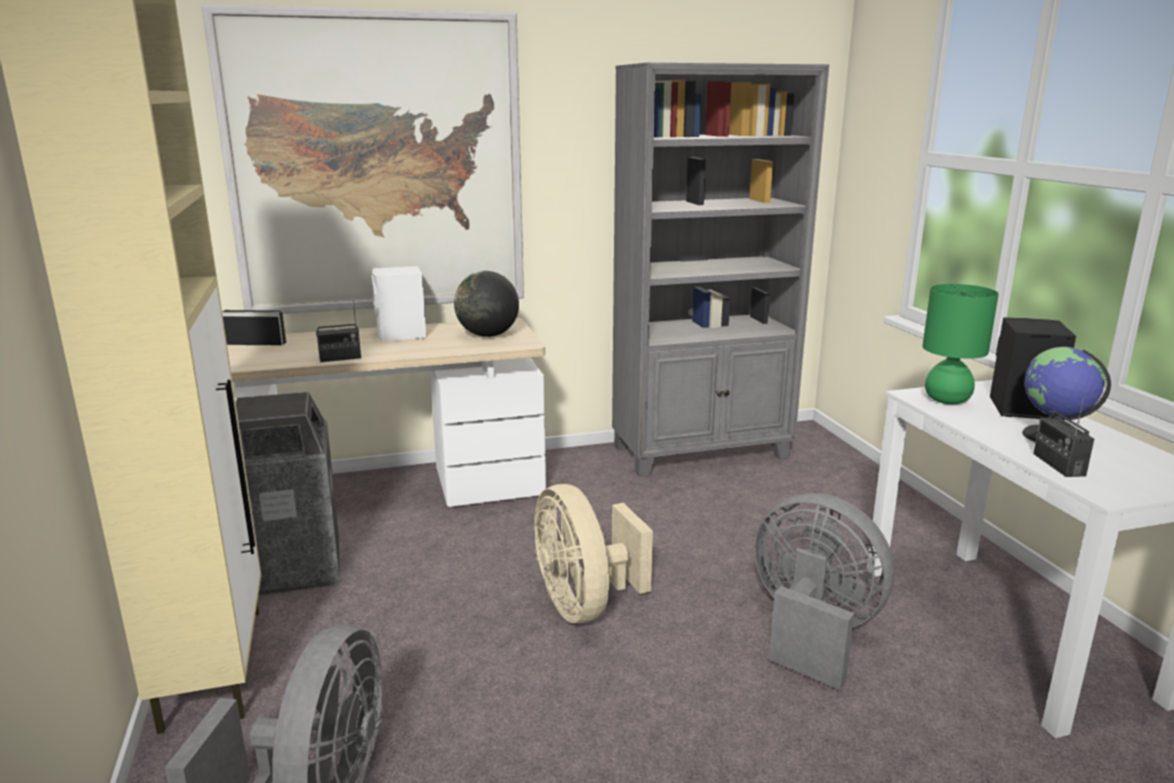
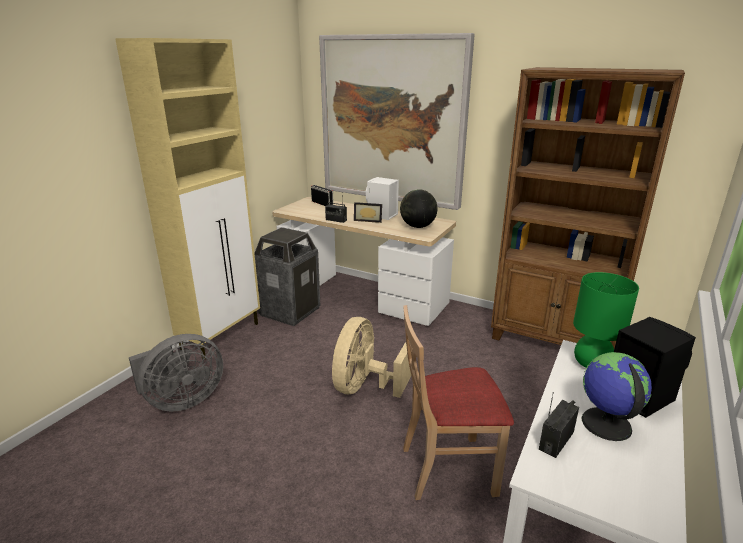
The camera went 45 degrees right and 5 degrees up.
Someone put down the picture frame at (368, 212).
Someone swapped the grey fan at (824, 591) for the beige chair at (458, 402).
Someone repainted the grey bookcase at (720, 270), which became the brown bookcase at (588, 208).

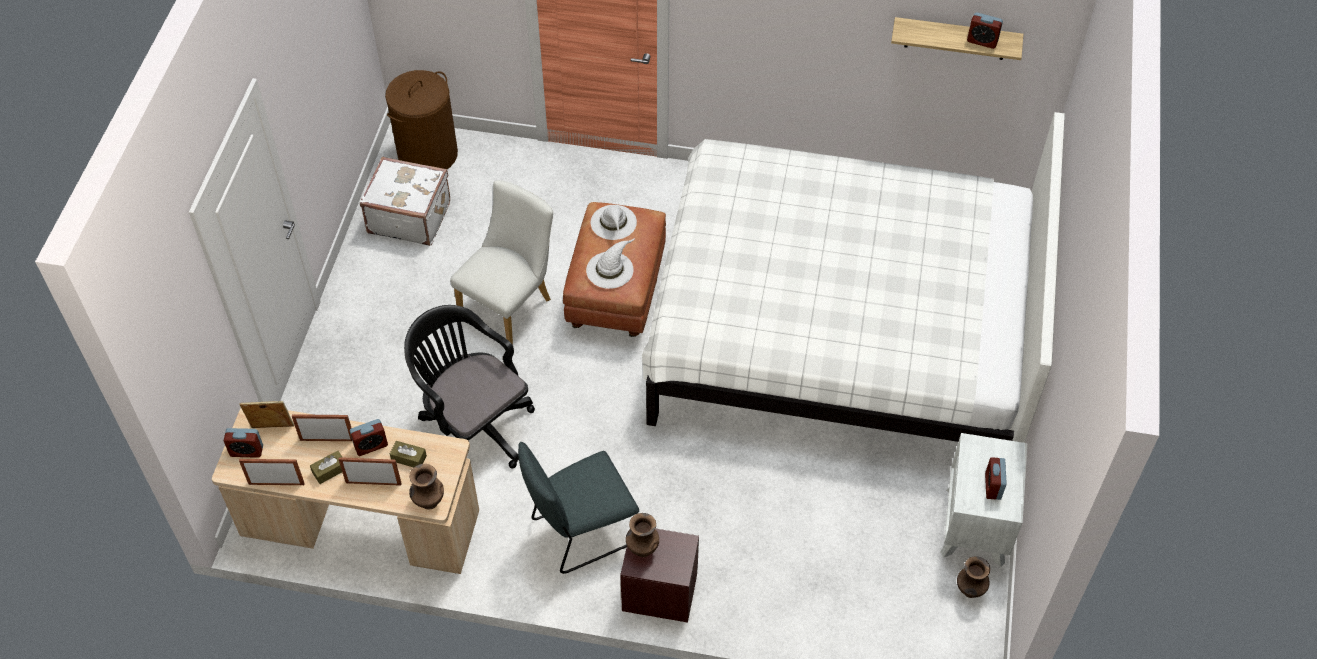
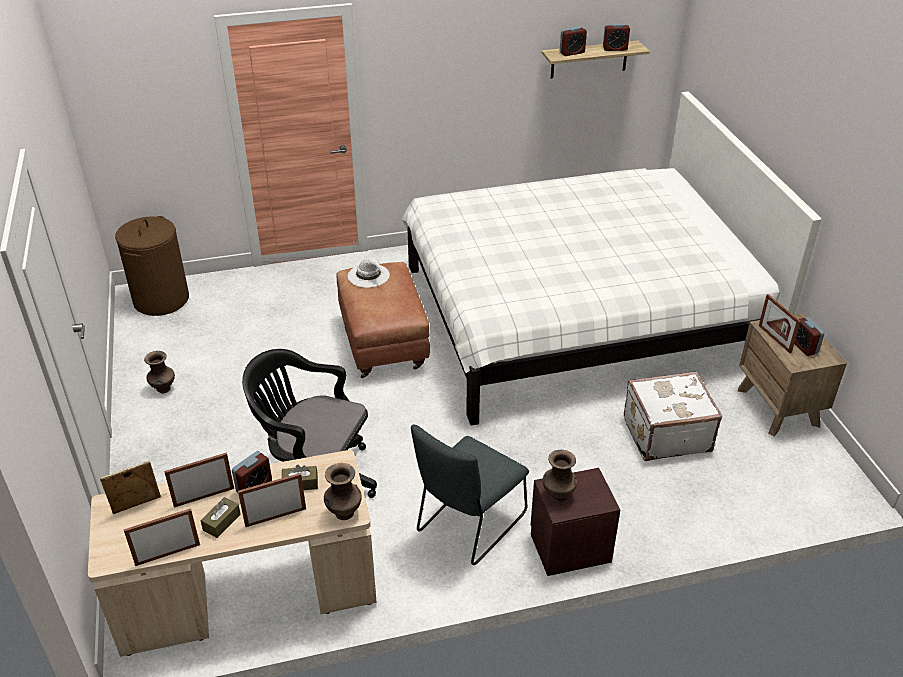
The camera went 25 degrees left and 15 degrees down.
Someone carried the brown vase from (973, 577) to (159, 372).
Someone carried the alarm clock from (243, 443) to (573, 41).
Someone carried the white suitcase from (405, 201) to (673, 416).
Someone repainted the white nightstand at (983, 500), which became the brown nightstand at (792, 374).
Someone put down the picture frame at (780, 323).
Someone took away the white chair at (501, 262).
Someone took away the white hat at (610, 263).

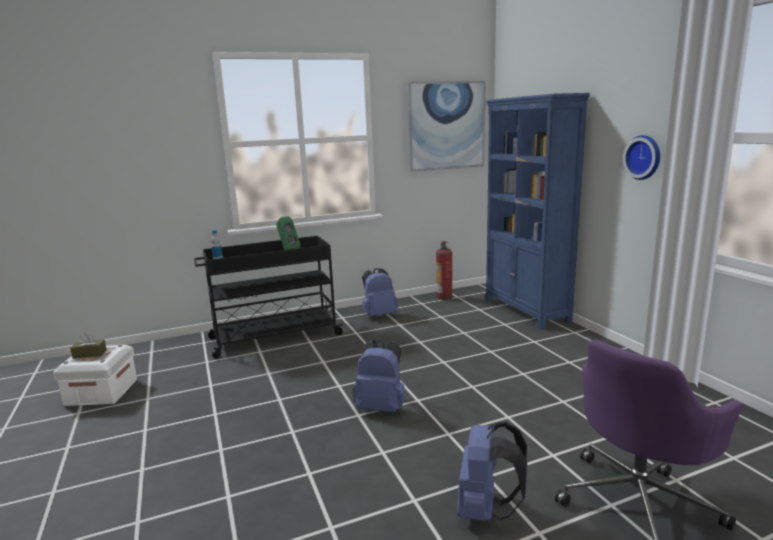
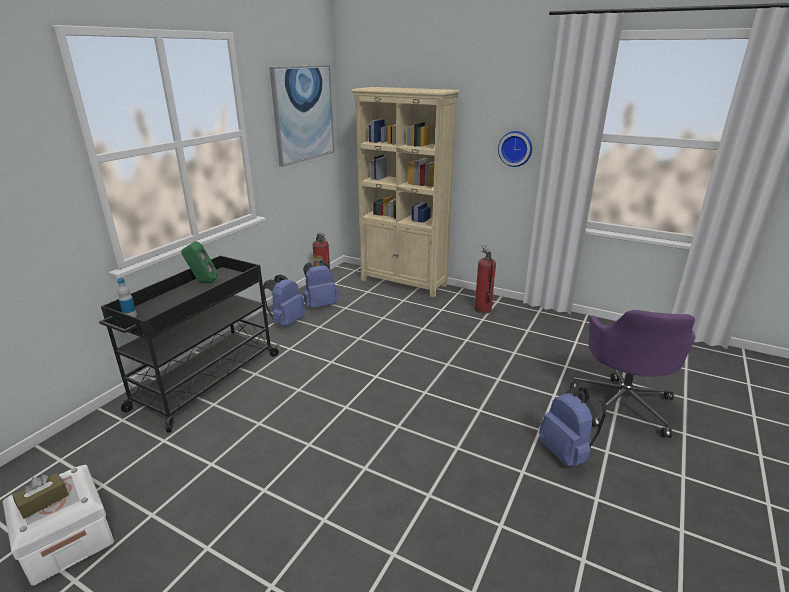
The camera went 40 degrees left and 10 degrees up.
Someone carried the blue backpack from (379, 376) to (321, 284).
Someone repainted the blue bookcase at (538, 211), which became the beige bookcase at (405, 192).
Someone put down the fire extinguisher at (485, 279).

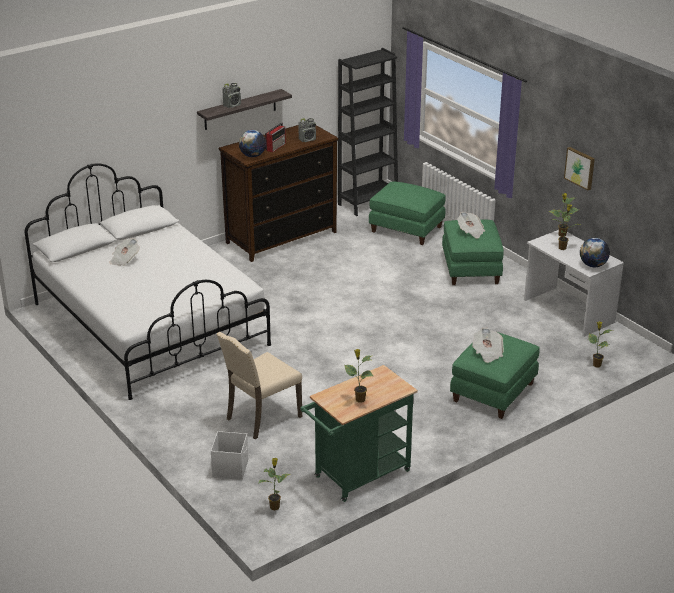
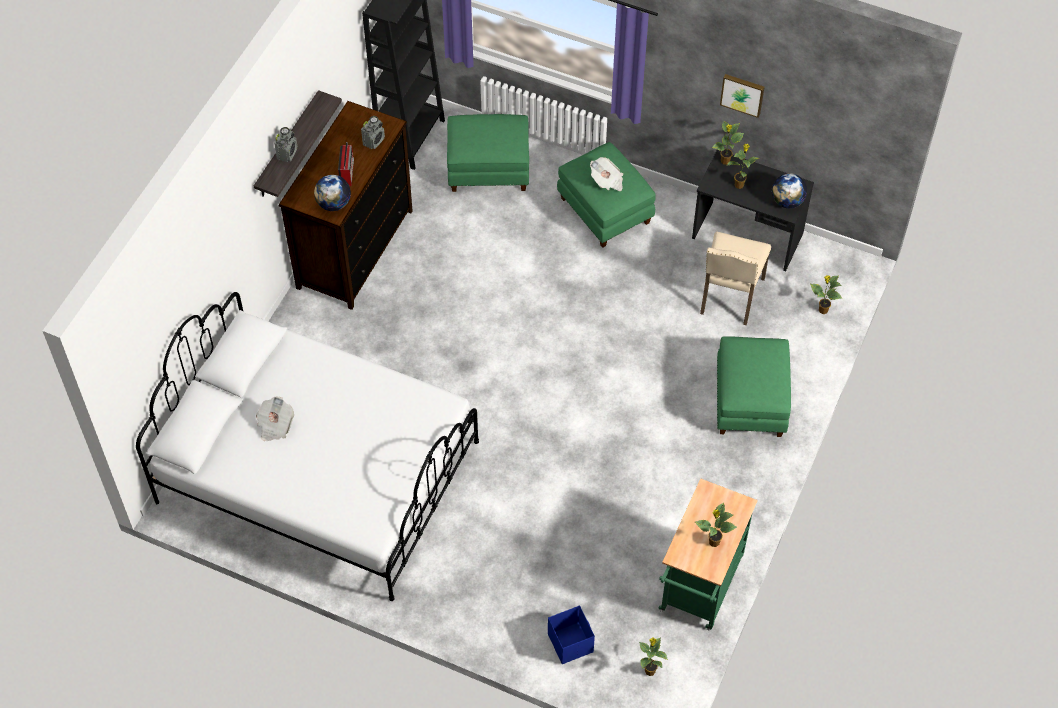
The camera went 30 degrees left and 25 degrees up.
Someone repainted the white storage box at (229, 455), which became the blue storage box at (571, 634).
Someone repainted the white desk at (574, 283), which became the black desk at (753, 210).
Someone carried the beige chair from (259, 385) to (735, 278).
Someone took away the newspaper at (488, 345).

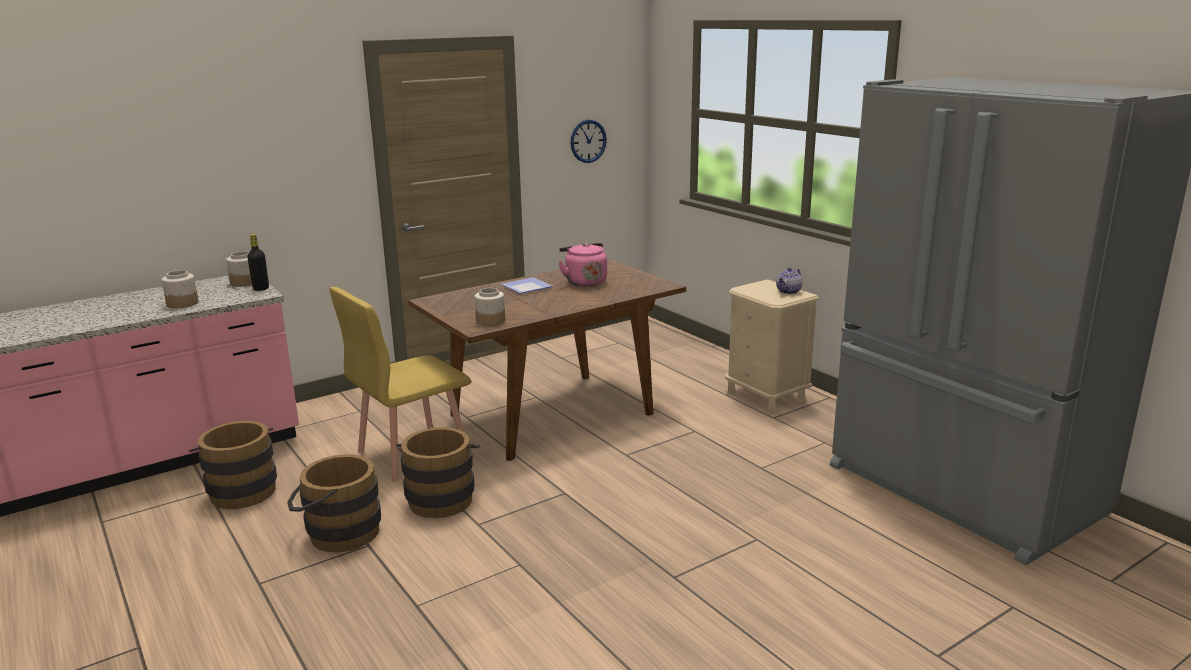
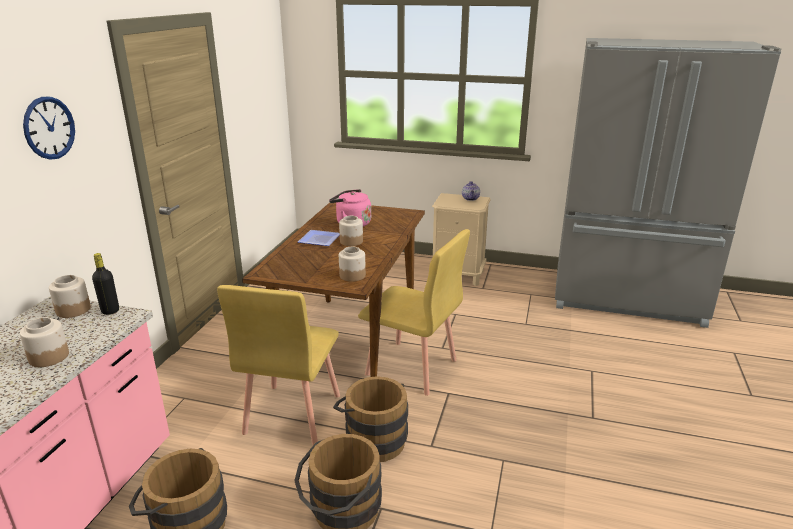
The camera went 40 degrees left and 5 degrees up.
Someone carried the wall clock from (588, 141) to (49, 128).
Someone put down the jar at (351, 231).
Someone put down the yellow chair at (414, 312).

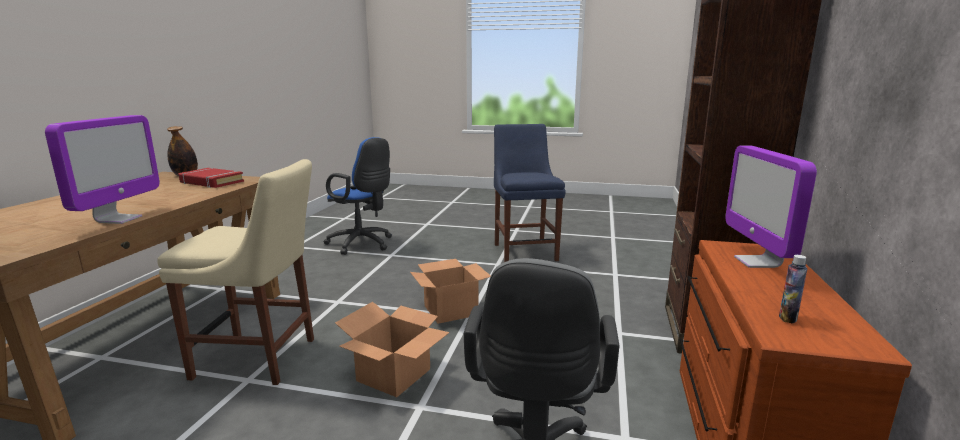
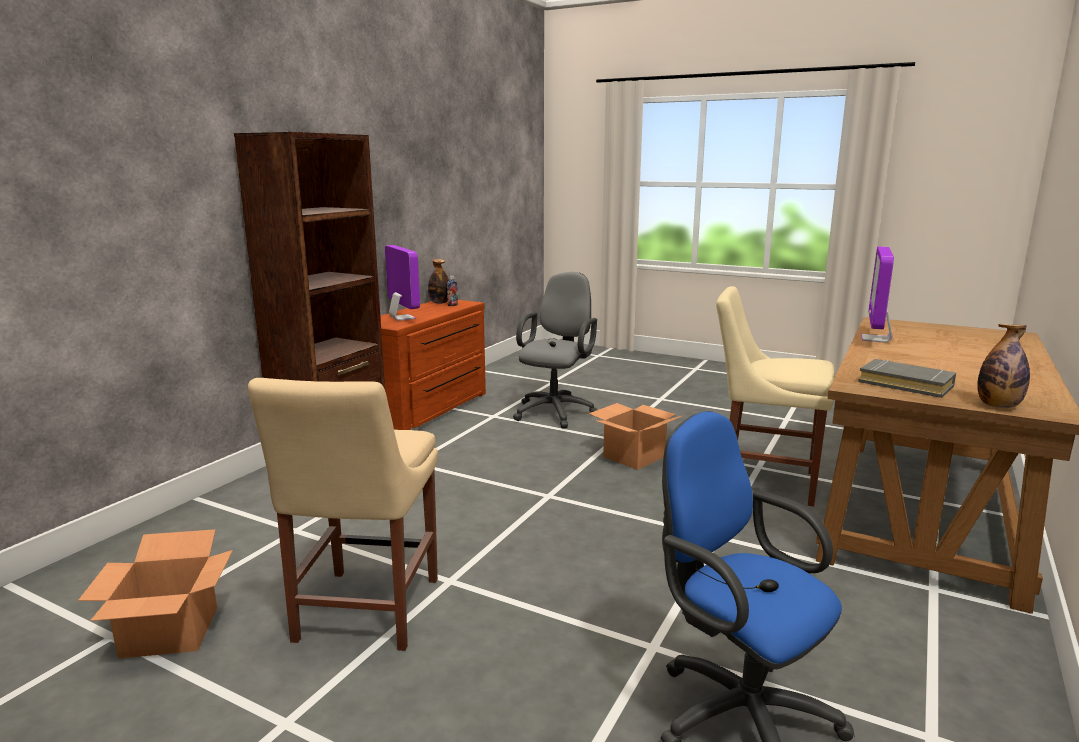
The camera went 165 degrees left and 0 degrees up.
Someone carried the cardboard box from (450, 291) to (155, 594).
Someone repainted the blue chair at (530, 193), which became the beige chair at (343, 514).
Someone rotated the monitor at (771, 207) by 45 degrees counterclockwise.
Someone put down the bottle at (438, 281).
Someone repainted the red book at (211, 178), which became the grey book at (907, 378).

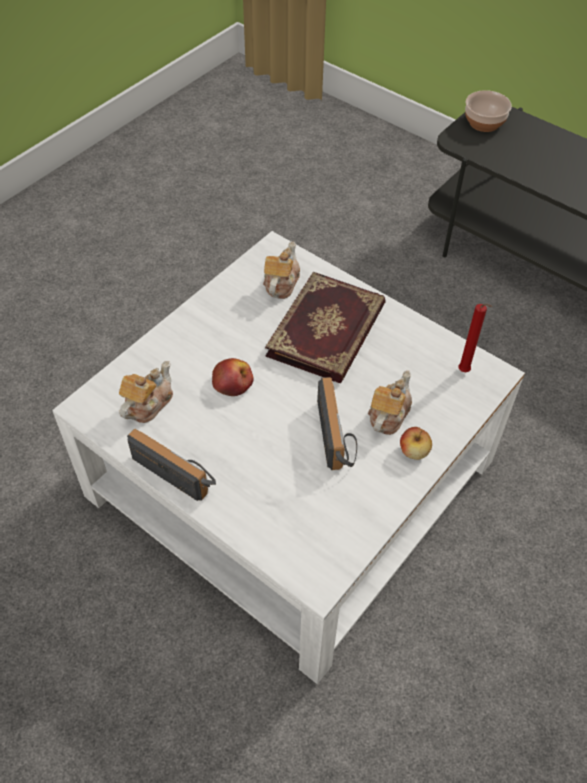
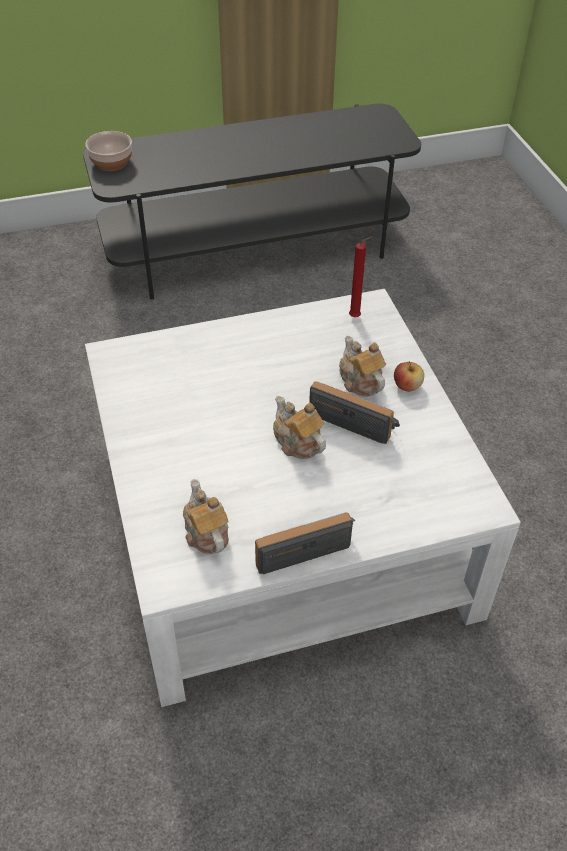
The camera went 55 degrees left and 5 degrees down.
Someone carried the teapot from (281, 270) to (299, 427).
Someone took away the apple at (232, 377).
Someone took away the book at (325, 327).

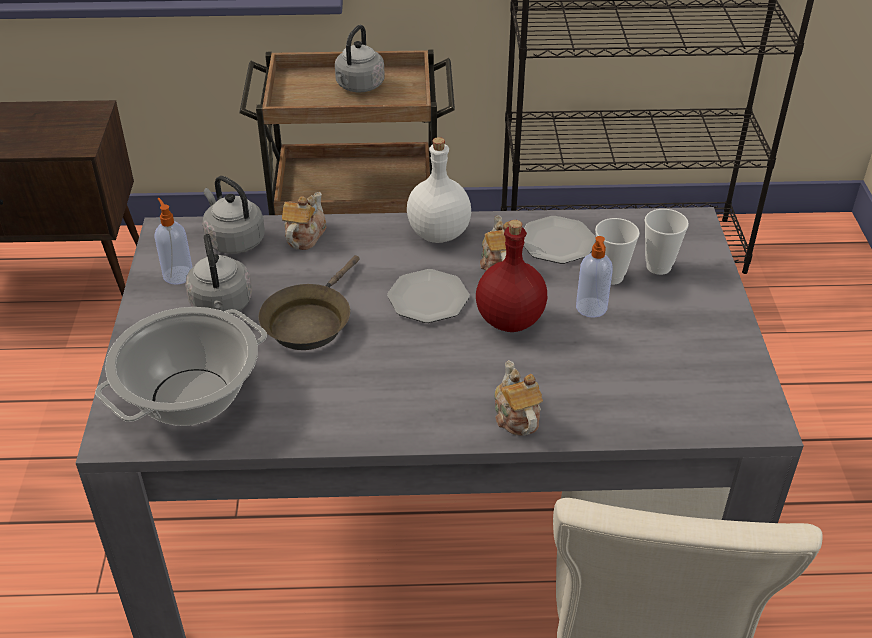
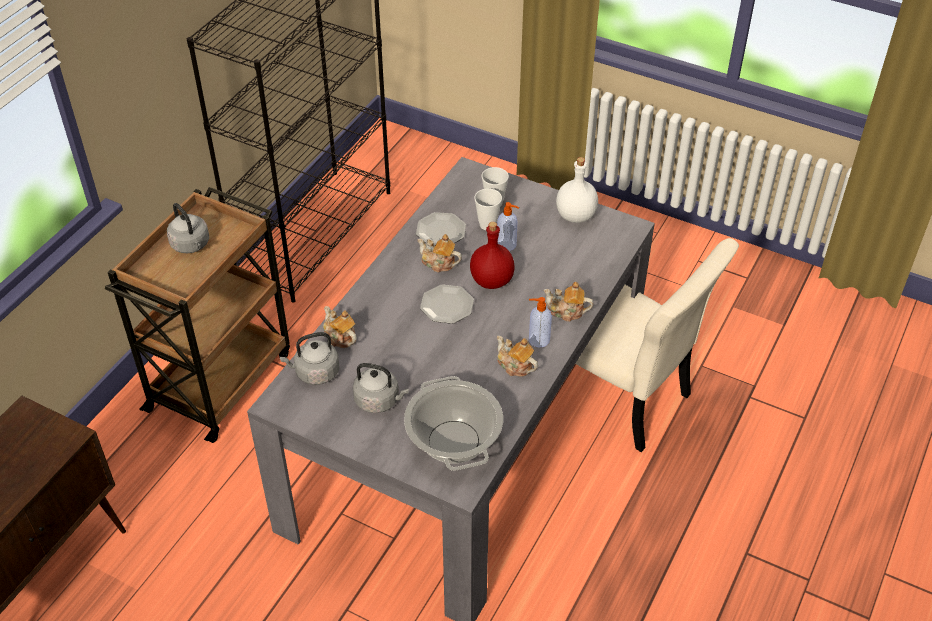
The camera went 60 degrees left and 5 degrees up.
Someone put down the teapot at (517, 356).
Someone carried the soap dispenser from (173, 241) to (540, 322).
Someone carried the white bottle from (439, 190) to (577, 190).
Someone took away the brown frying pan at (309, 302).

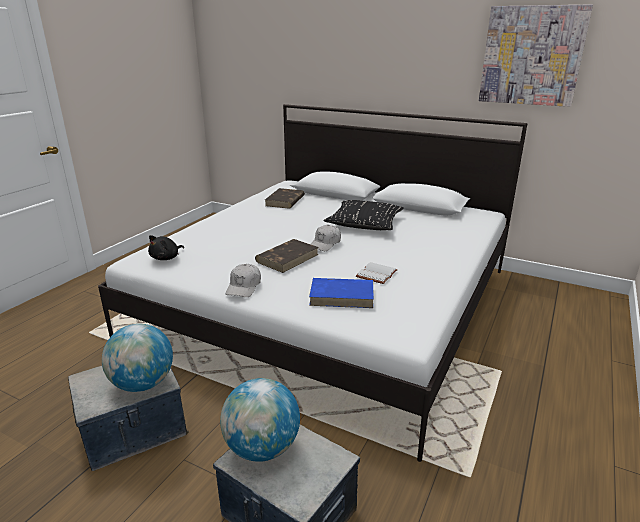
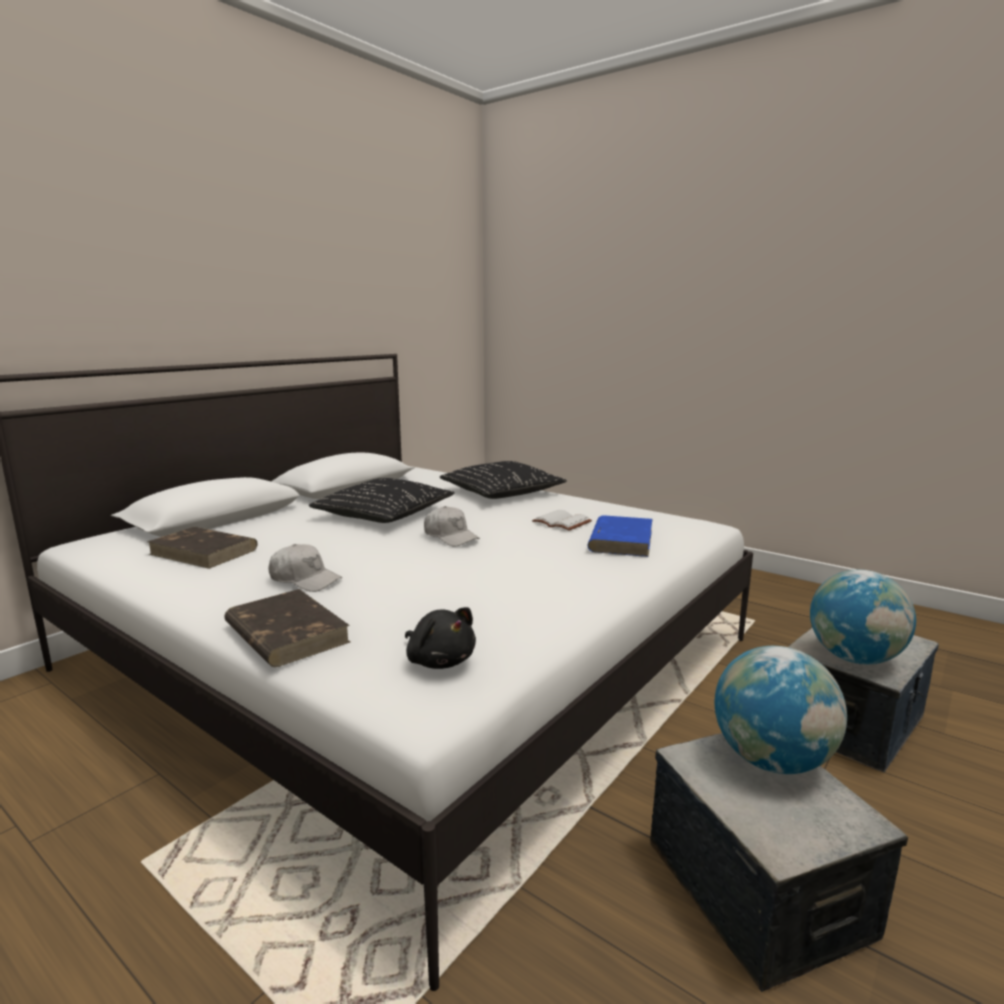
The camera went 80 degrees left and 10 degrees down.
Someone carried the brown book from (287, 256) to (287, 628).
Someone carried the white cap from (243, 280) to (305, 568).
Someone put down the black pillow at (503, 480).
Someone took away the picture at (536, 55).

